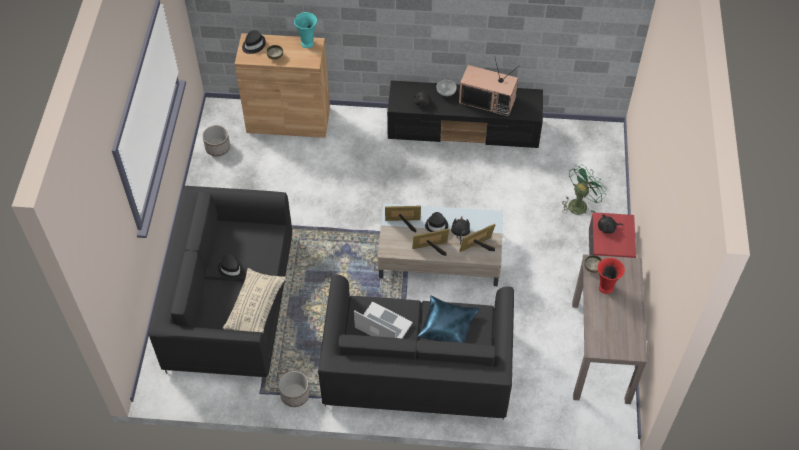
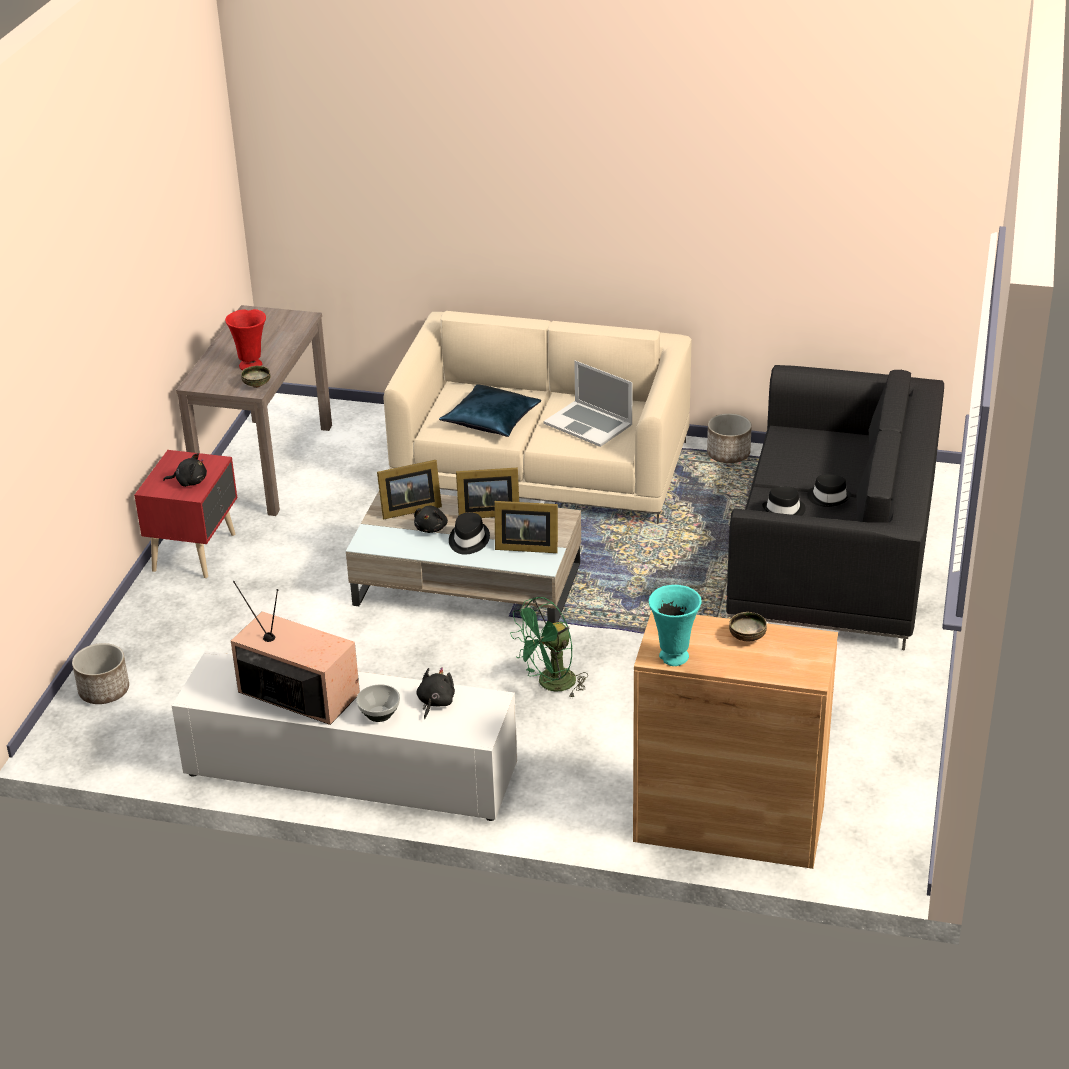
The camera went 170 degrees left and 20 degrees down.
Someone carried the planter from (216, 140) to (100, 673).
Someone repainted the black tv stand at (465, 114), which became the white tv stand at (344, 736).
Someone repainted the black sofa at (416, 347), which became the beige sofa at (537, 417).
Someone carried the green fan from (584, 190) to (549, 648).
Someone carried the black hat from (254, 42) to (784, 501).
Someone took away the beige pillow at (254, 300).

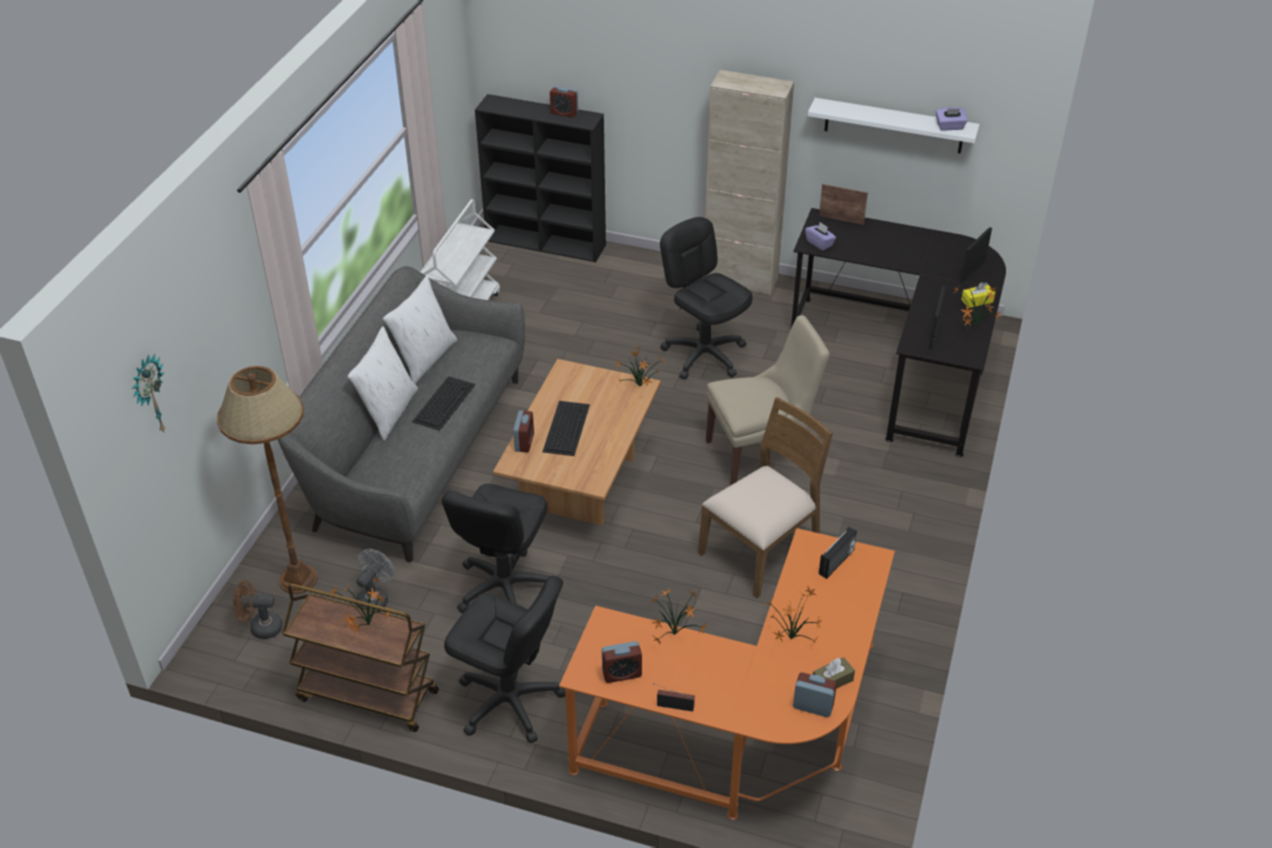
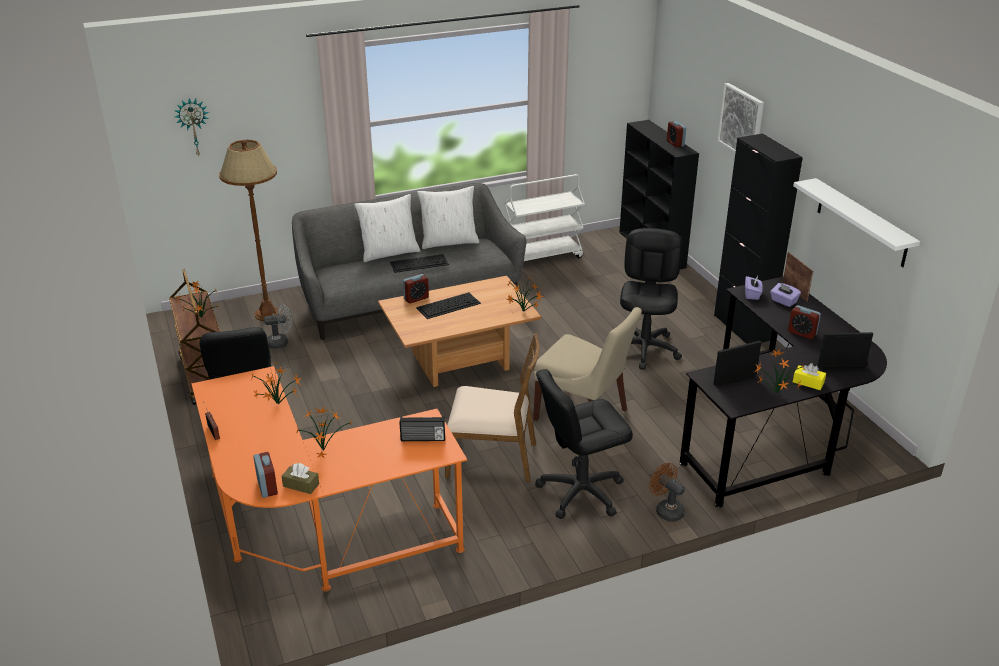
The camera went 50 degrees right and 10 degrees down.
Someone carried the black office chair from (495, 548) to (584, 444).
Someone carried the brown fan from (258, 609) to (667, 492).
Someone repainted the beige cabinet at (749, 182), which became the black cabinet at (758, 239).
Someone put up the picture at (741, 117).
Someone carried the purple tissue box from (952, 119) to (785, 295).
Someone carried the alarm clock from (622, 662) to (804, 322).

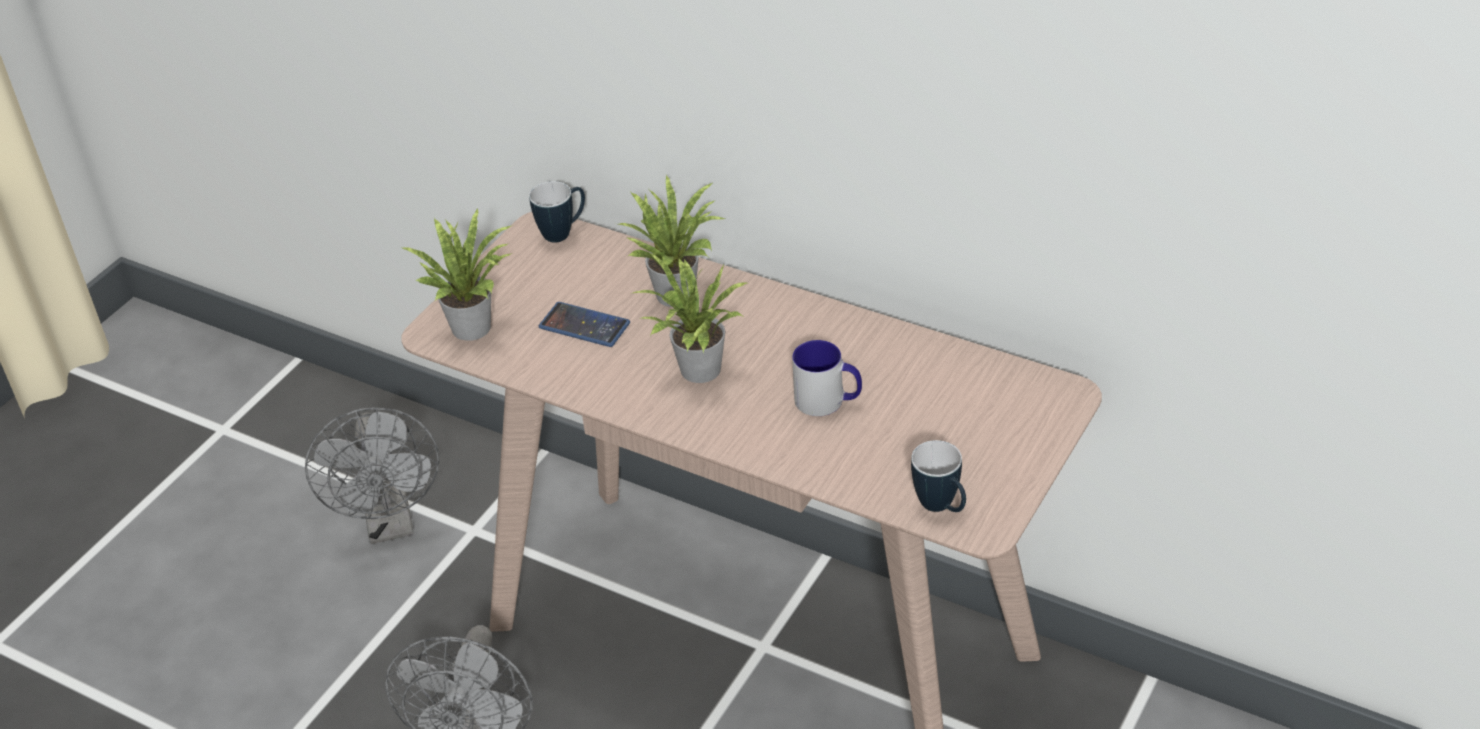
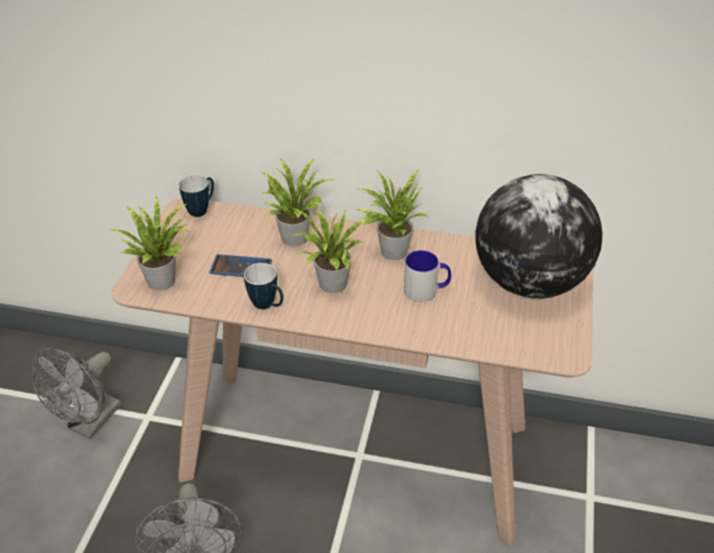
The camera went 20 degrees left and 0 degrees up.
Someone rotated the grey fan at (372, 476) by 60 degrees clockwise.
Someone carried the mug from (938, 476) to (263, 286).
Someone put down the potted plant at (392, 214).
Someone put down the globe at (538, 236).

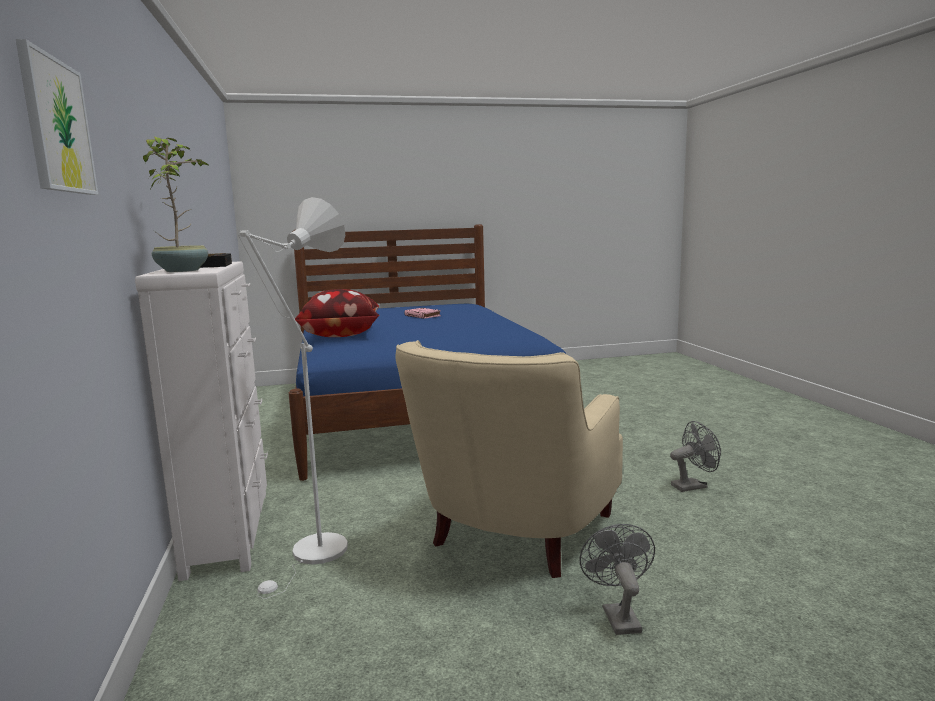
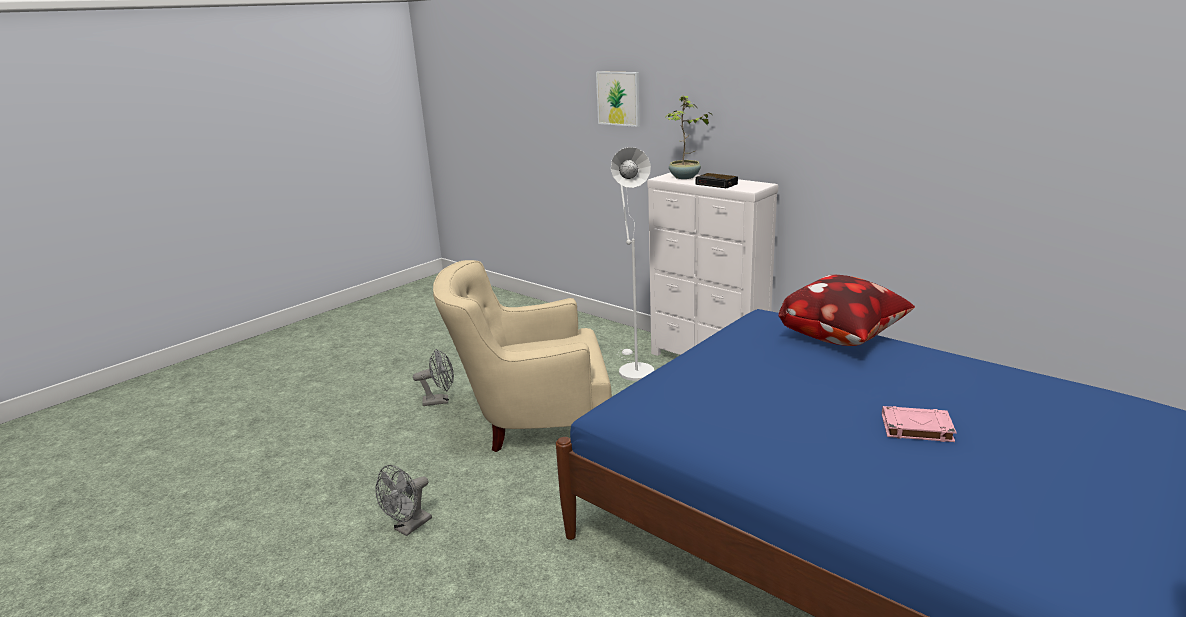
The camera went 145 degrees right and 10 degrees up.
Someone rotated the grey fan at (617, 579) by 60 degrees counterclockwise.
Someone rotated the beige armchair at (509, 459) by 90 degrees counterclockwise.

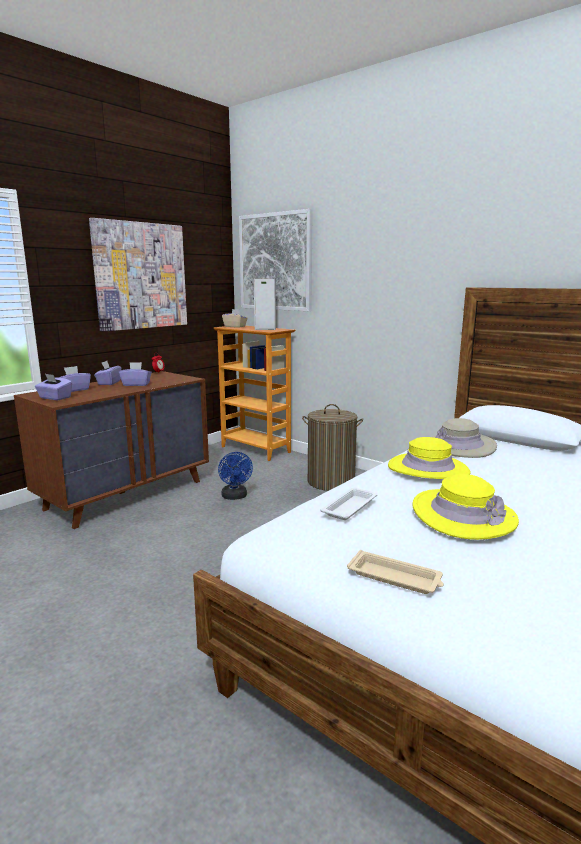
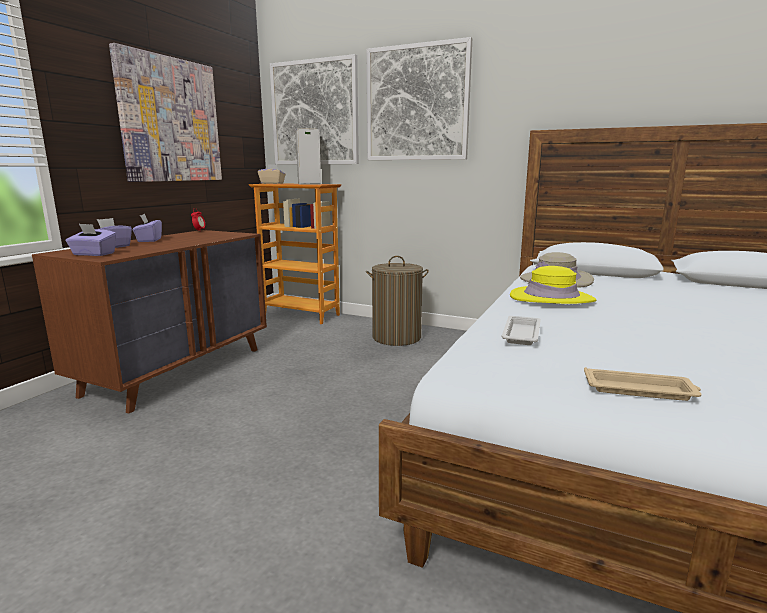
The camera went 15 degrees left and 0 degrees up.
Someone put up the picture at (419, 98).
Someone took away the purple tissue box at (135, 374).
Someone took away the blue fan at (235, 476).
Someone took away the yellow hat at (465, 507).

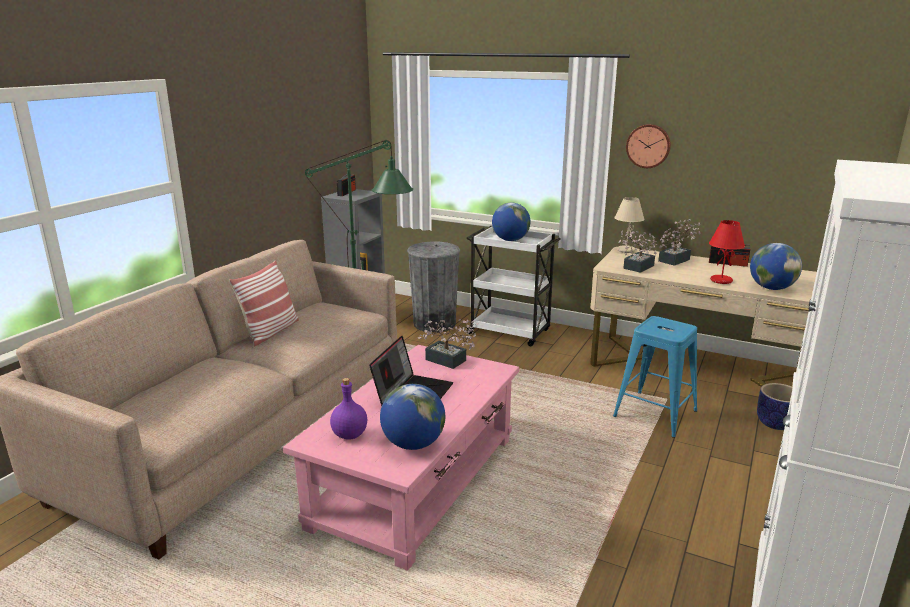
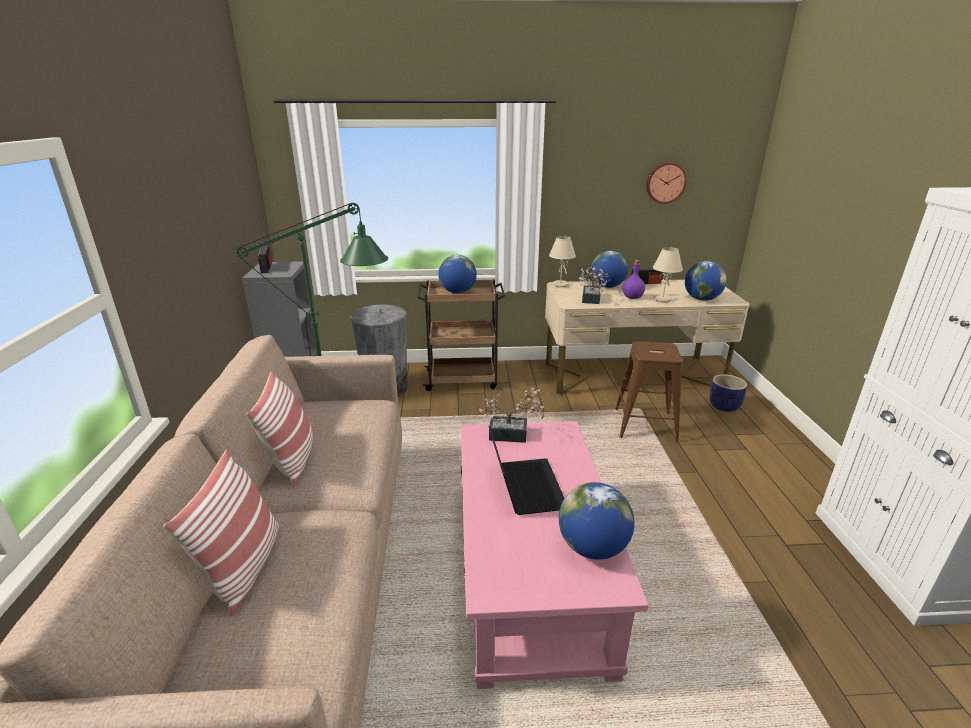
The camera went 30 degrees left and 5 degrees up.
Someone put down the pillow at (221, 532).
Someone repainted the white cart at (513, 286), which became the brown cart at (461, 335).
Someone swapped the potted plant at (679, 242) for the globe at (609, 269).
Someone repainted the blue stool at (655, 377), which became the brown stool at (649, 391).
Someone carried the purple bottle from (348, 408) to (633, 279).
Someone carried the wall clock from (648, 146) to (666, 183).
Someone repainted the red table lamp at (727, 252), which became the beige table lamp at (668, 274).

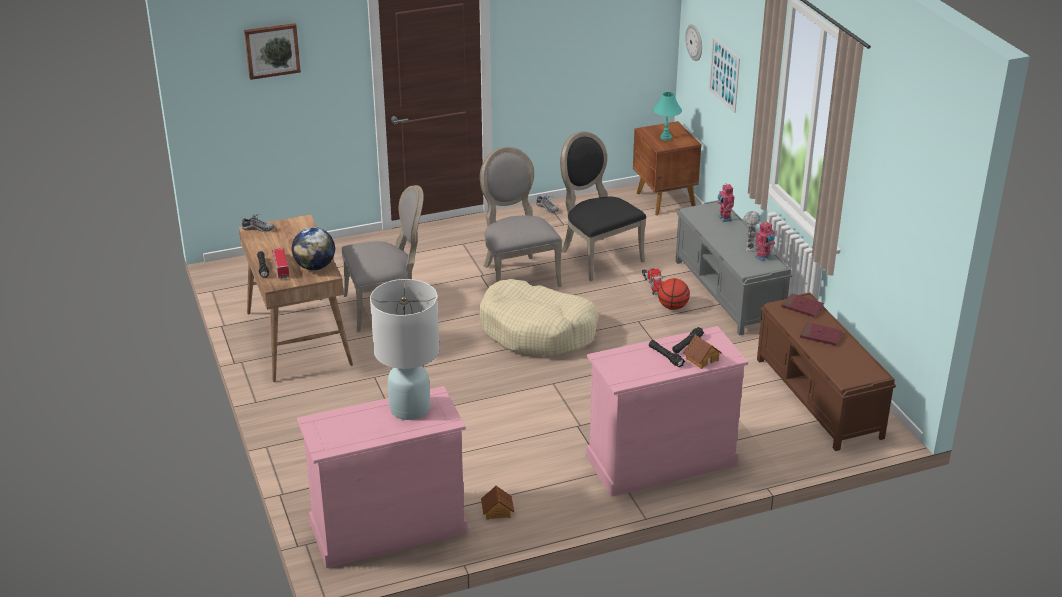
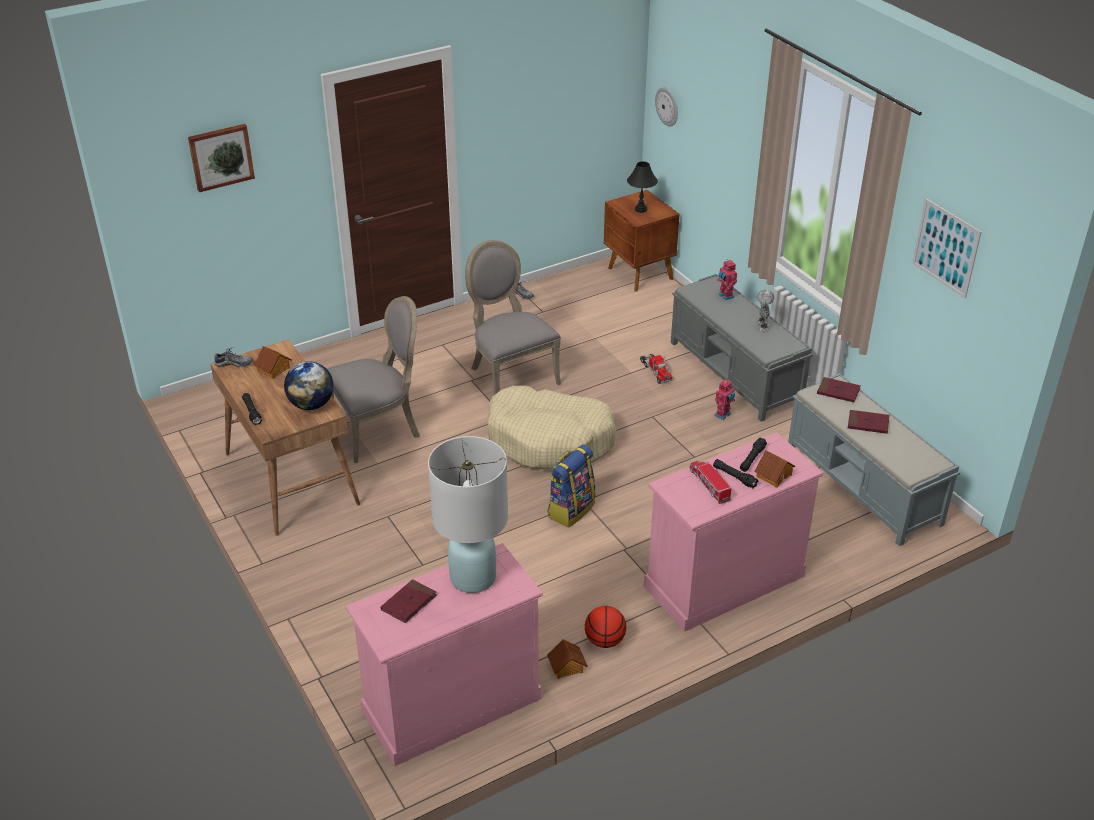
The camera went 10 degrees left and 5 degrees up.
Someone put down the toy house at (273, 362).
Someone put down the red book at (409, 601).
Someone put down the backpack at (571, 486).
Someone carried the basketball from (674, 294) to (605, 627).
Someone repainted the turquoise table lamp at (667, 116), which became the black table lamp at (642, 187).
Someone carried the toy truck from (281, 263) to (710, 482).
Someone carried the toy robot from (765, 241) to (724, 399).
Someone repainted the brown bench at (826, 371), which became the grey bench at (874, 459).
Someone carried the picture from (724, 75) to (946, 248).
Someone took away the black chair at (603, 206).

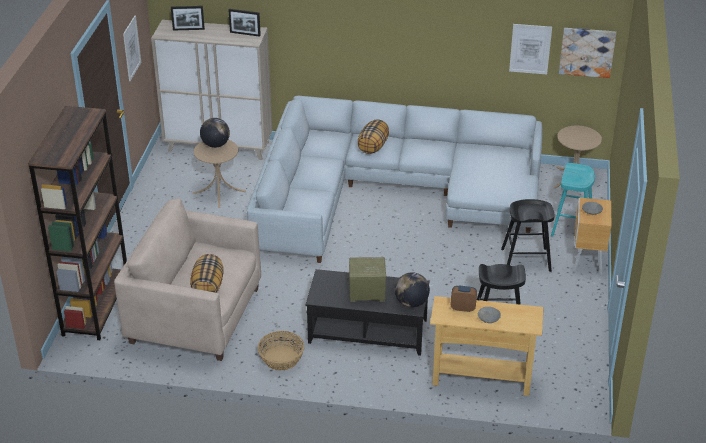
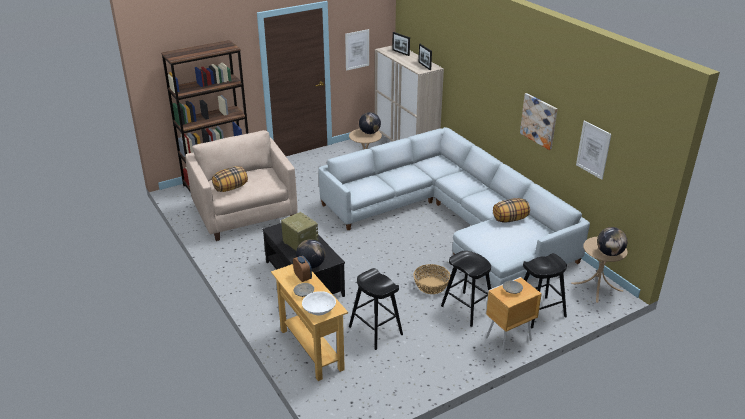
The camera went 50 degrees right and 5 degrees down.
Someone put down the white bowl at (319, 303).
Someone carried the basket from (281, 351) to (431, 279).
Someone carried the pillow from (373, 136) to (511, 210).
Someone carried the picture from (587, 53) to (538, 121).
Someone repainted the turquoise stool at (573, 200), which became the black stool at (545, 290).
Someone put down the globe at (612, 241).

